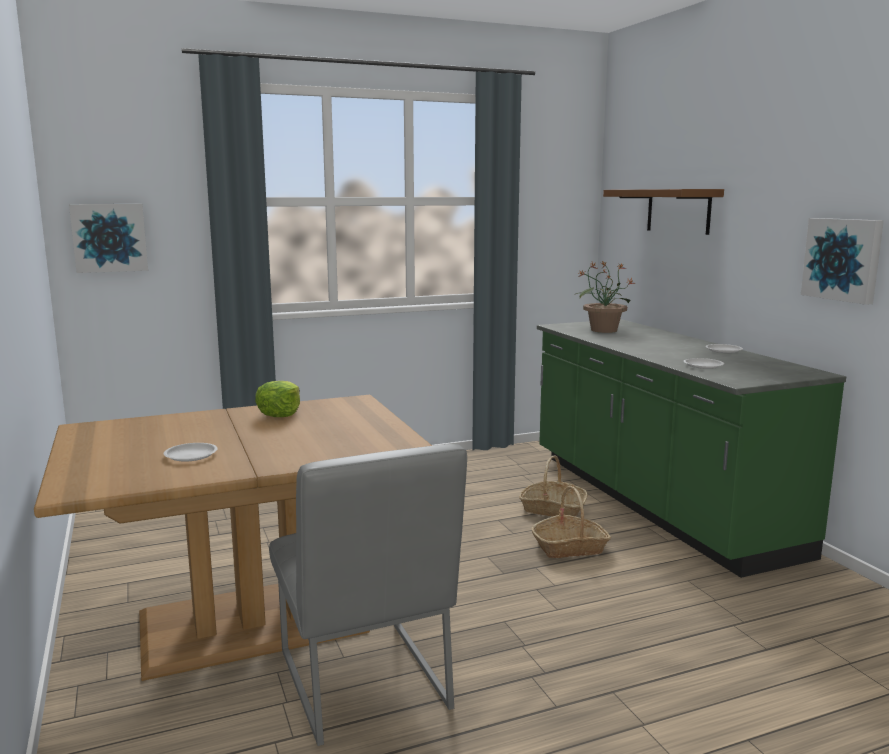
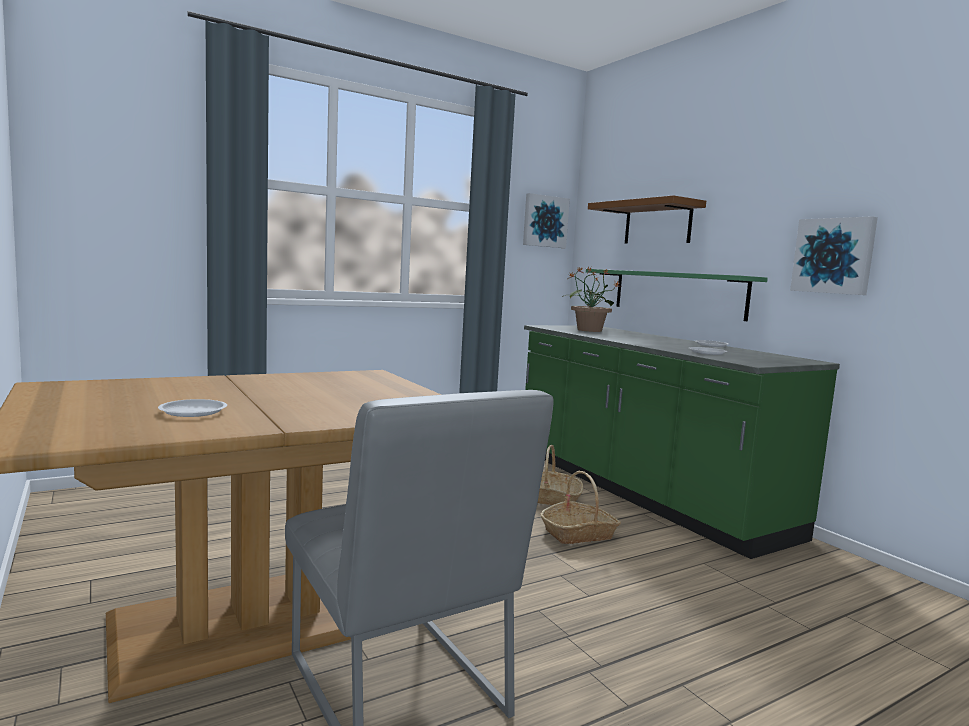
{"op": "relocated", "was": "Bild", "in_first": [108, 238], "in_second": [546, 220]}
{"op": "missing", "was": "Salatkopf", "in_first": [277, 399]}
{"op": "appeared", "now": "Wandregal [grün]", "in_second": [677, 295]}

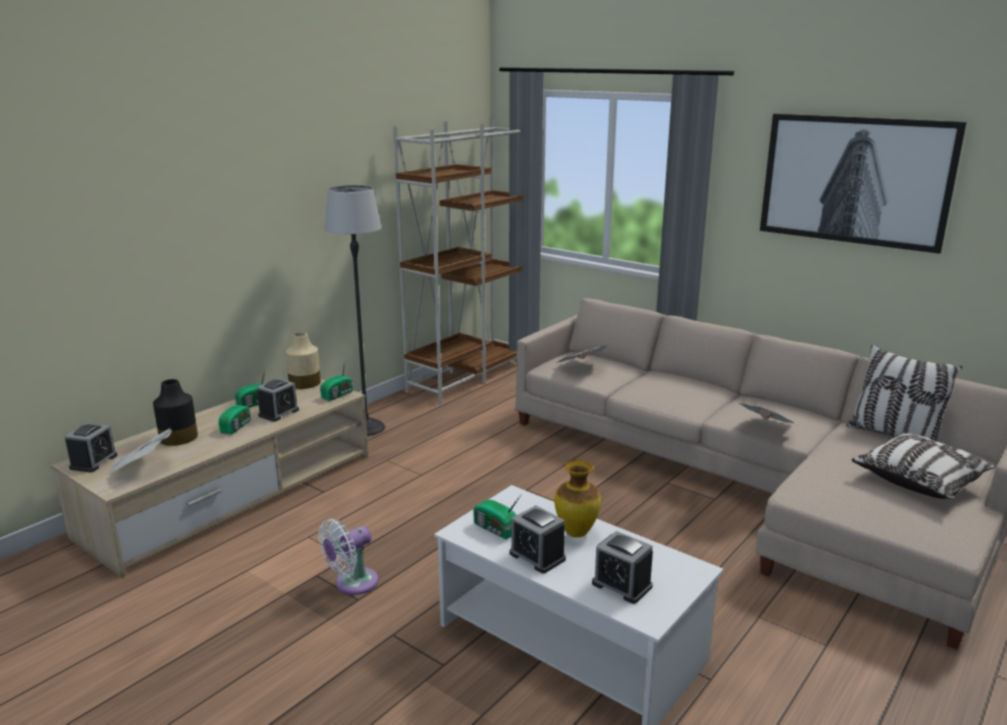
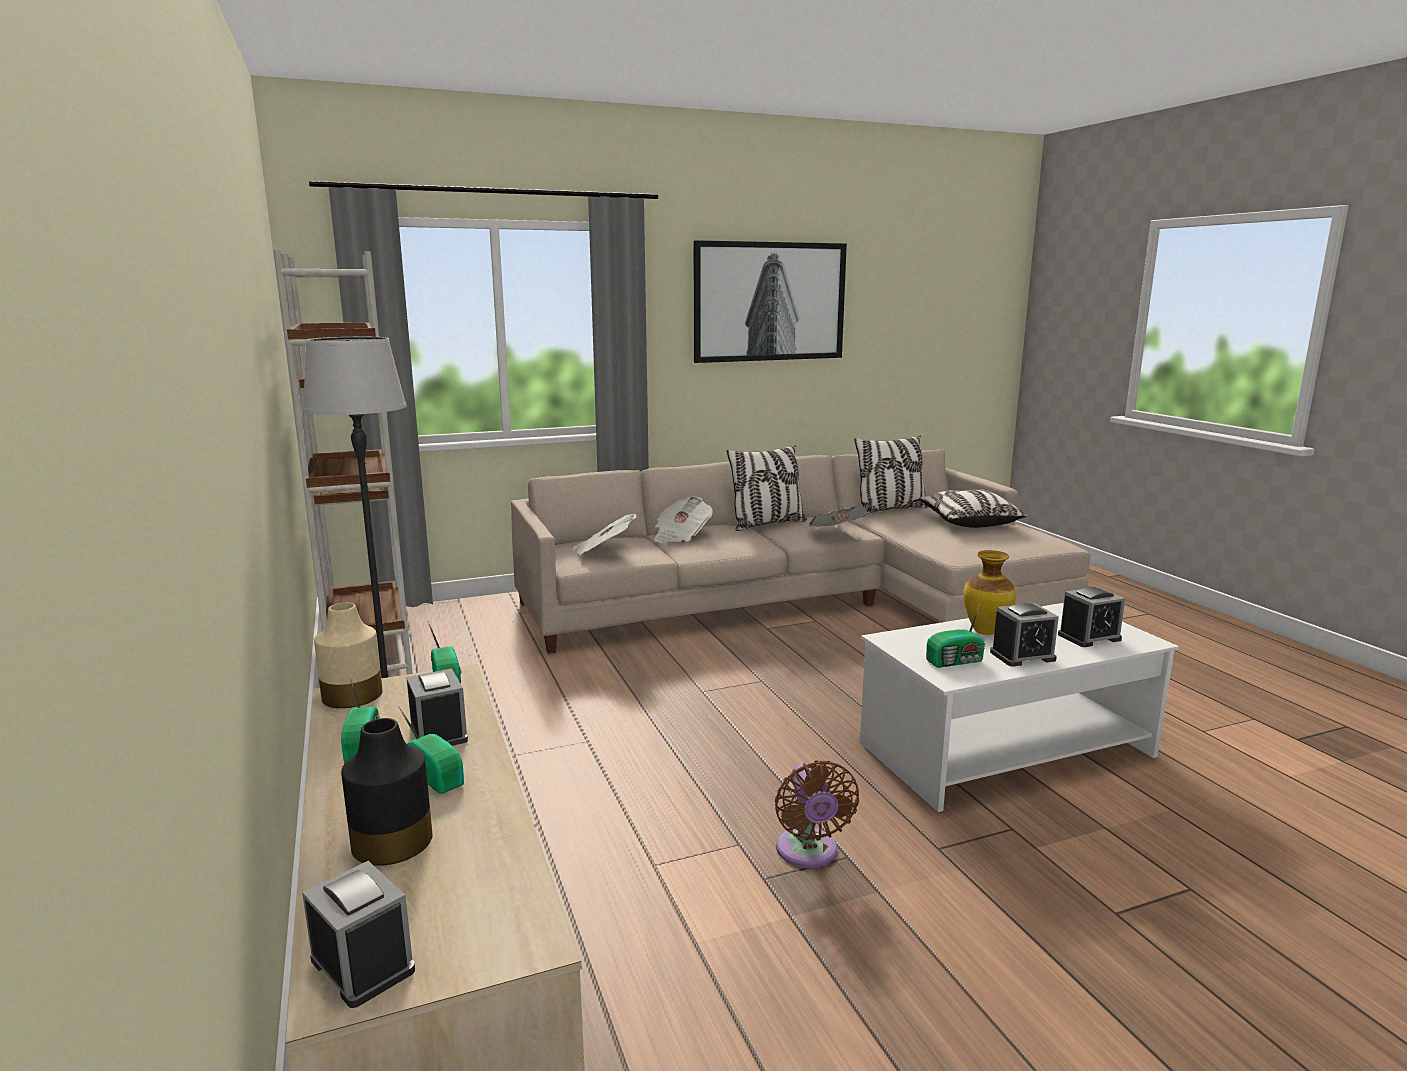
{"op": "relocated", "was": "Zeitung", "in_first": [140, 451], "in_second": [683, 519]}
{"op": "colour", "was": "Ventilator [weiß]", "now": "Ventilator [braun]", "in_first": [348, 557], "in_second": [817, 814]}
{"op": "appeared", "now": "Kissen", "in_second": [766, 488]}

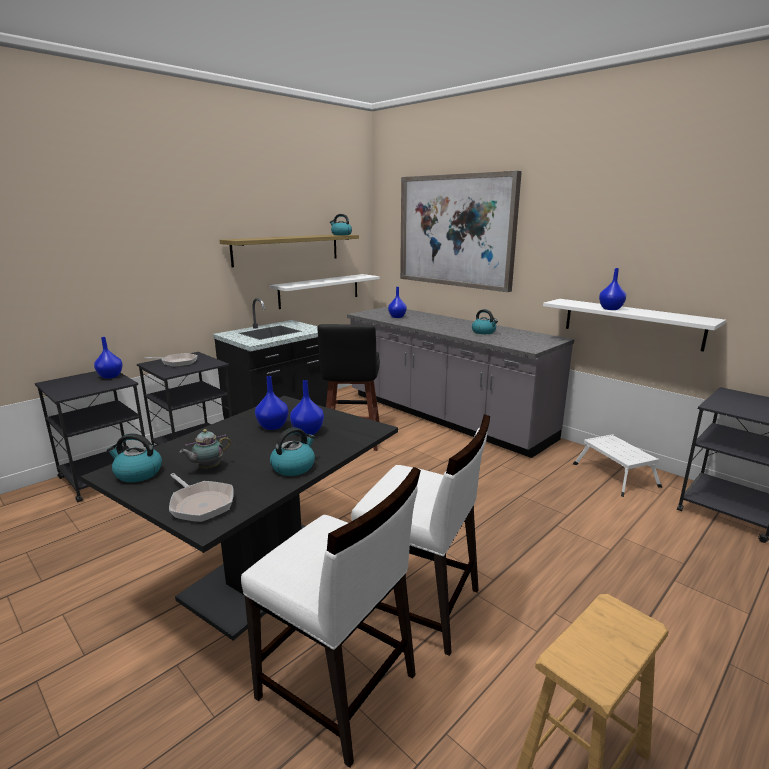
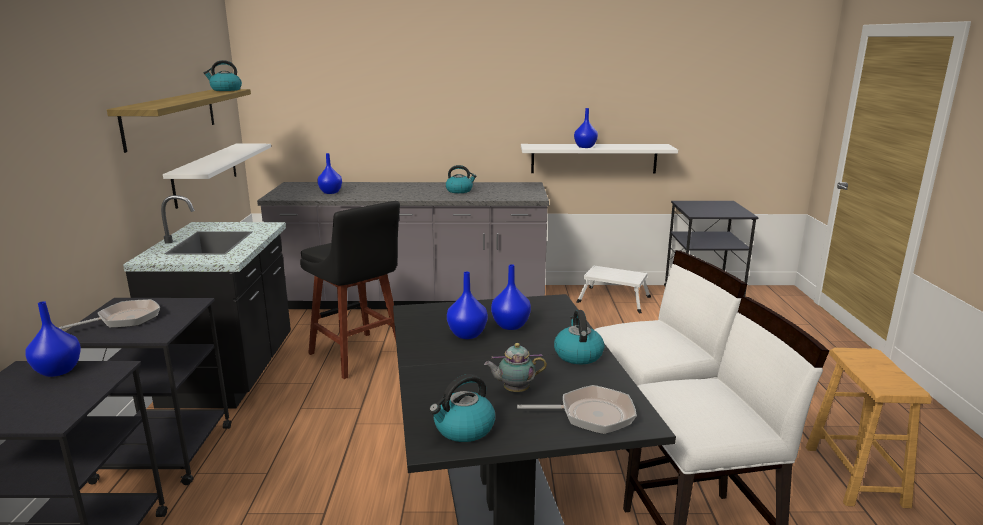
{"op": "spun", "was": "Teekanne", "in_first": [205, 449], "in_second": [515, 367], "clockwise": 75}
{"op": "missing", "was": "Bild", "in_first": [461, 231]}

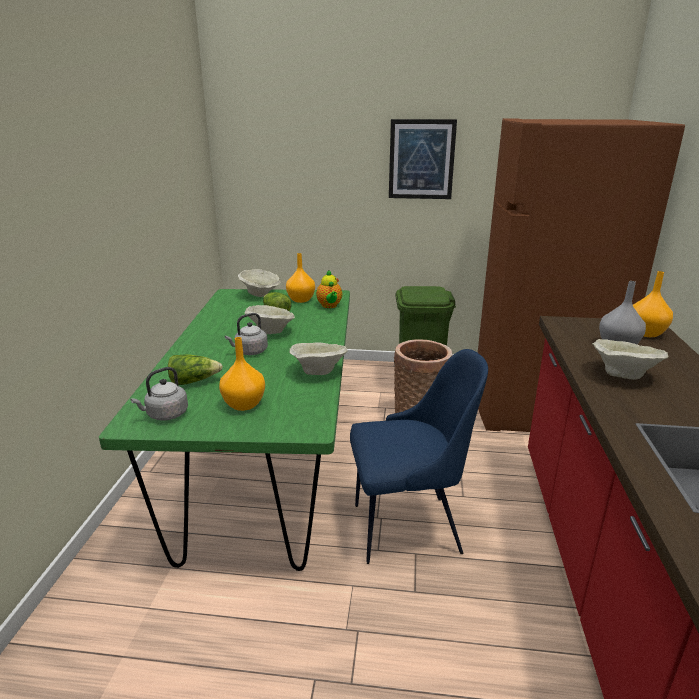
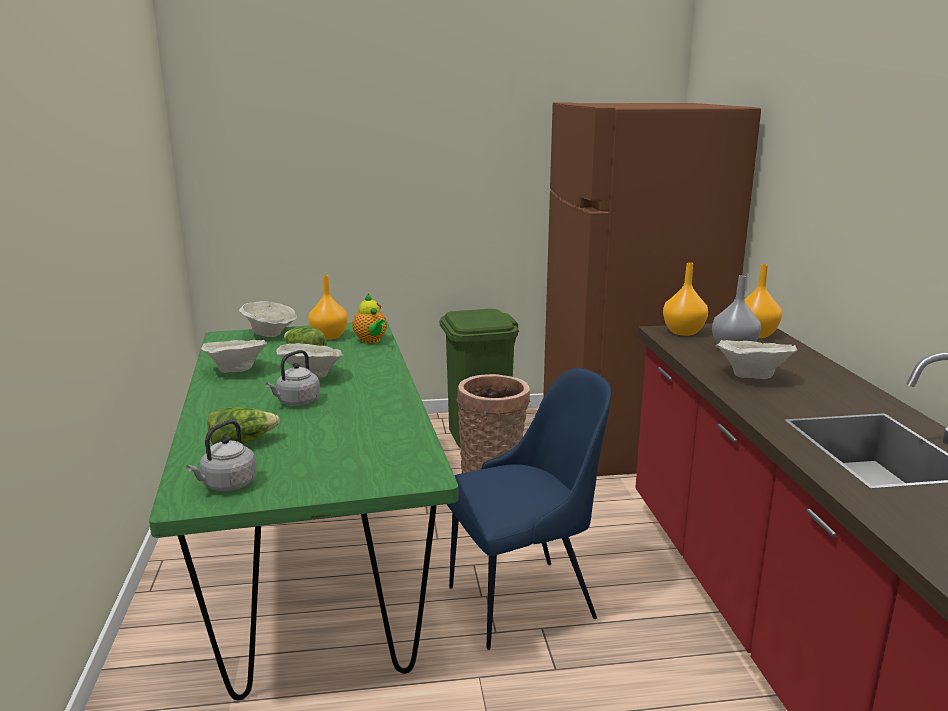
{"op": "relocated", "was": "Vase [orange]", "in_first": [242, 374], "in_second": [685, 299]}
{"op": "relocated", "was": "Schüssel [beige]", "in_first": [318, 358], "in_second": [234, 356]}
{"op": "missing", "was": "Bild", "in_first": [423, 159]}

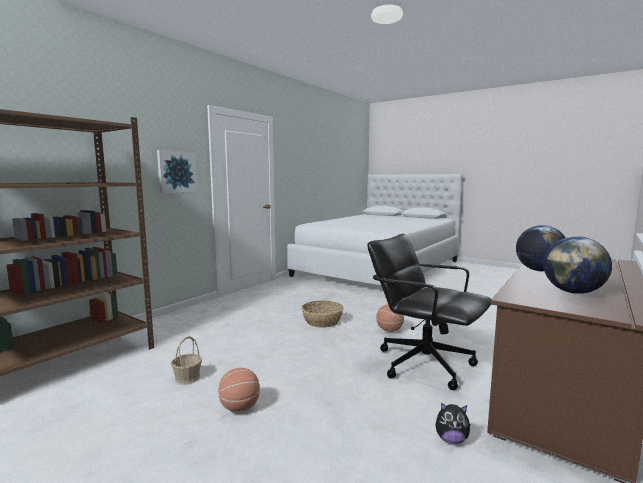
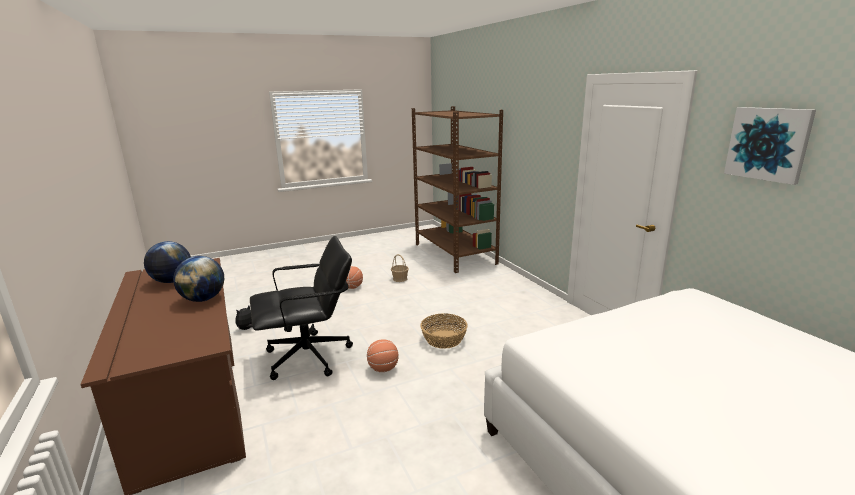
{"op": "relocated", "was": "Bild", "in_first": [177, 171], "in_second": [770, 146]}

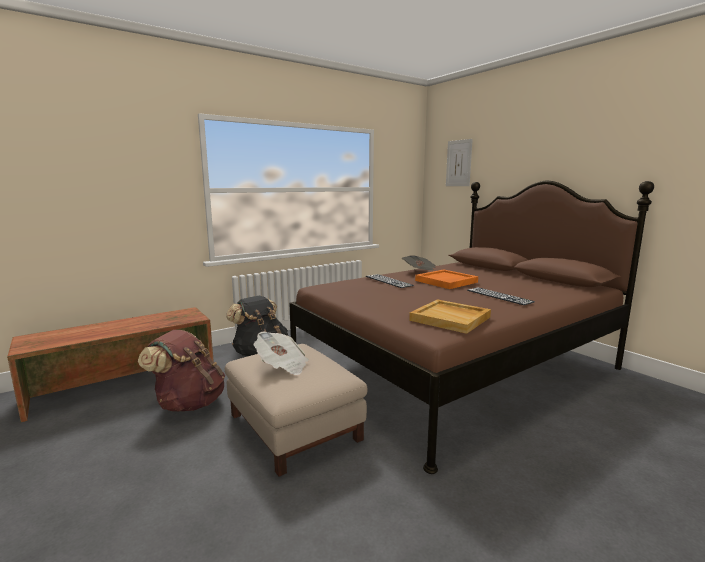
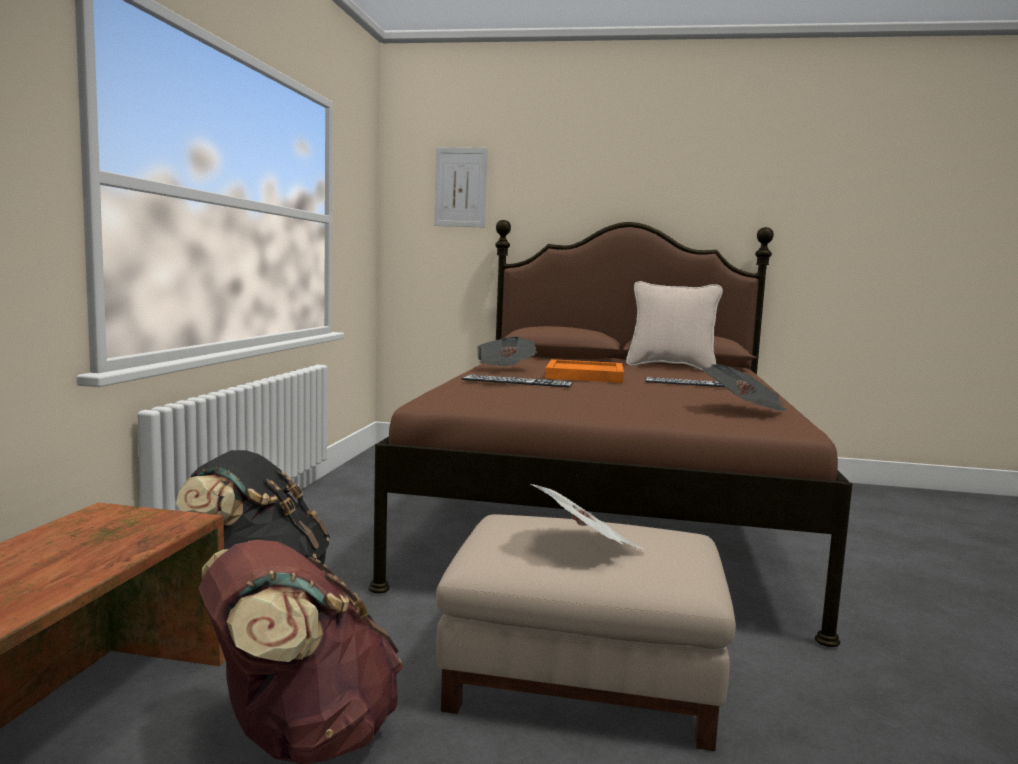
{"op": "exchanged", "was": "Tablett [beige]", "now": "Zeitung", "in_first": [450, 316], "in_second": [745, 387]}
{"op": "appeared", "now": "Kissen [beige]", "in_second": [674, 326]}

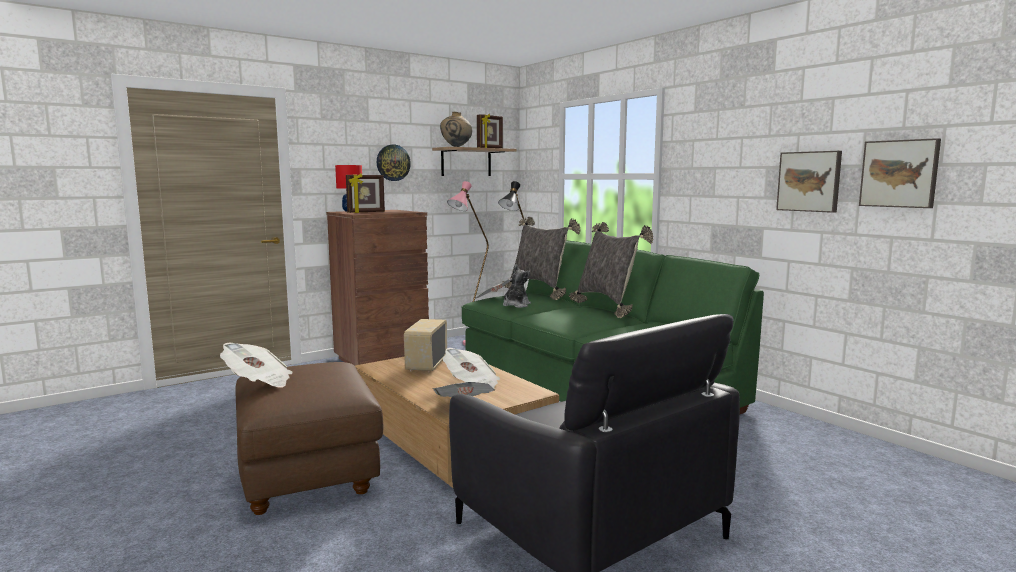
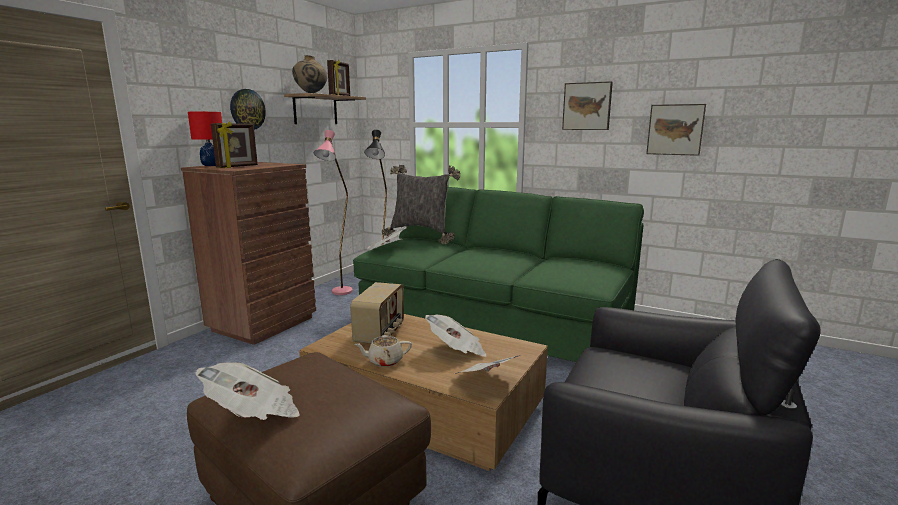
{"op": "spun", "was": "Radio", "in_first": [425, 345], "in_second": [377, 313], "clockwise": -150}
{"op": "missing", "was": "Plüschtier", "in_first": [517, 286]}
{"op": "missing", "was": "Kissen", "in_first": [611, 270]}
{"op": "relocated", "was": "Bild", "in_first": [900, 173], "in_second": [587, 105]}
{"op": "appeared", "now": "Teekanne [beige]", "in_second": [383, 351]}

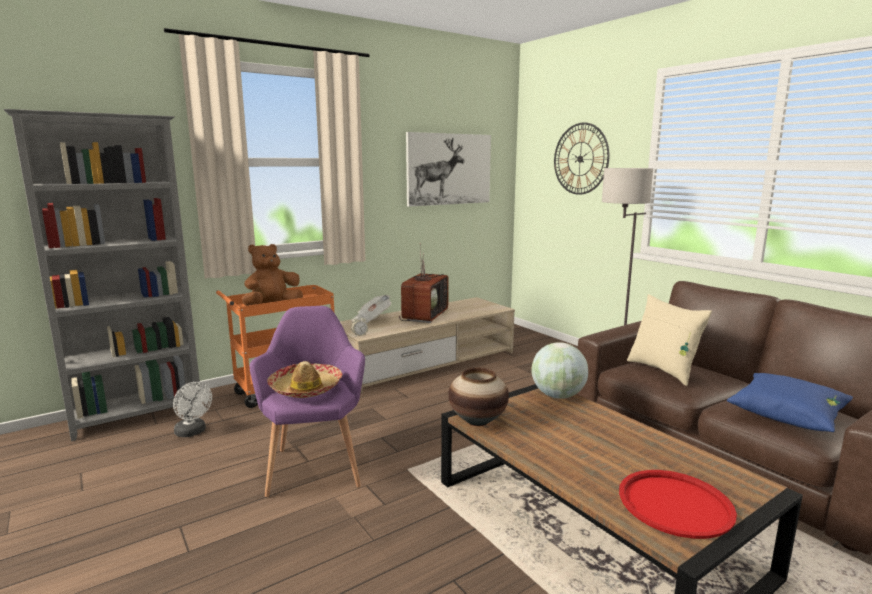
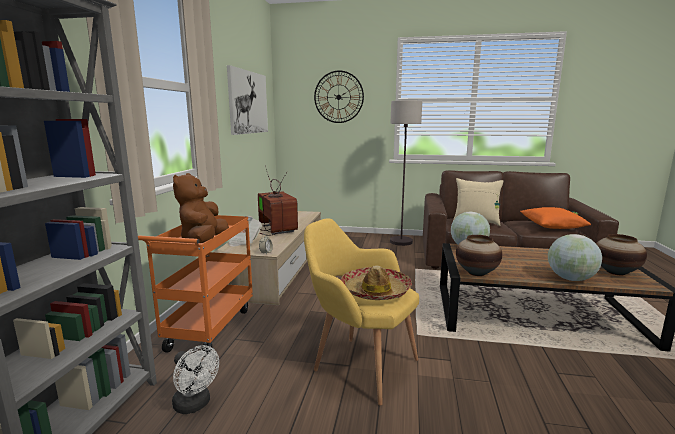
{"op": "spun", "was": "Ventilator [weiß]", "in_first": [192, 409], "in_second": [195, 379], "clockwise": 45}
{"op": "colour", "was": "Sessel [lila]", "now": "Sessel [gelb]", "in_first": [307, 401], "in_second": [361, 312]}
{"op": "exchanged", "was": "Tablett [rot]", "now": "Vase", "in_first": [678, 504], "in_second": [621, 254]}
{"op": "colour", "was": "Kissen [blau]", "now": "Kissen [orange]", "in_first": [790, 402], "in_second": [555, 218]}
{"op": "appeared", "now": "Globus", "in_second": [575, 257]}

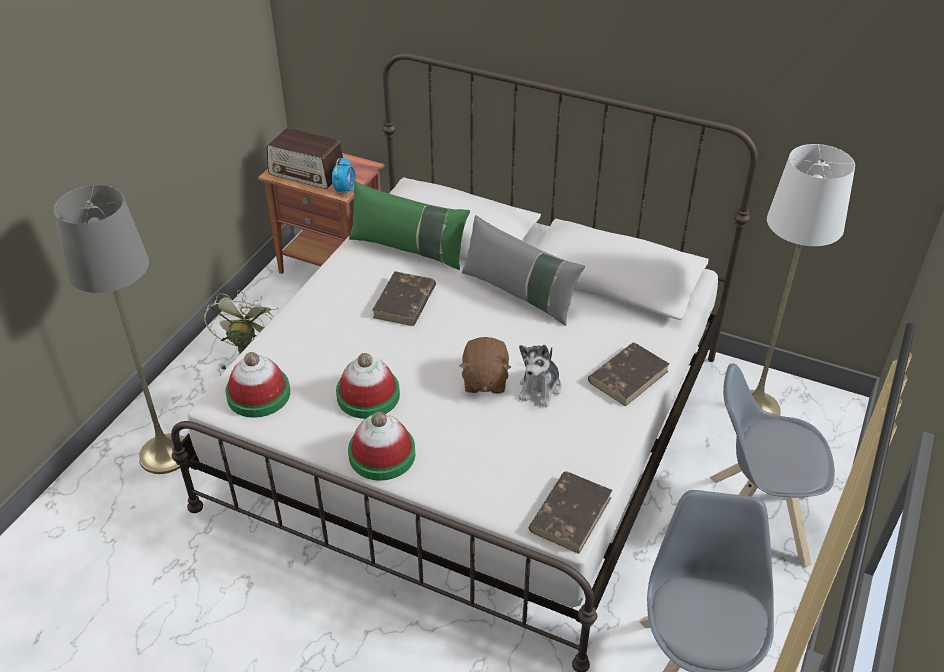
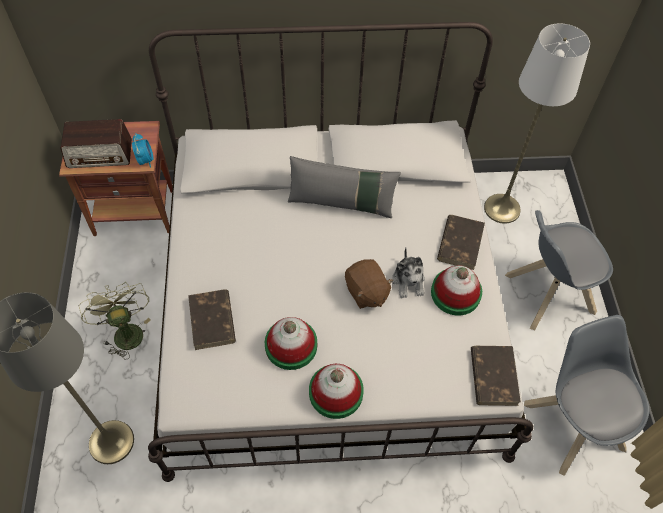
{"op": "relocated", "was": "Hut", "in_first": [257, 385], "in_second": [456, 290]}
{"op": "missing", "was": "Kissen [grün]", "in_first": [409, 225]}
{"op": "relocated", "was": "Buch [braun]", "in_first": [404, 298], "in_second": [212, 319]}

